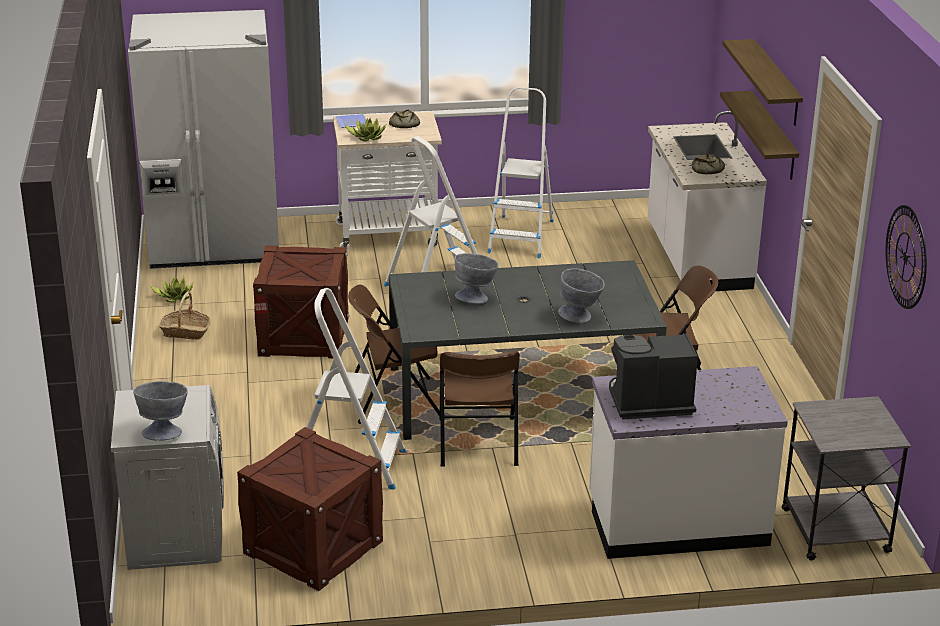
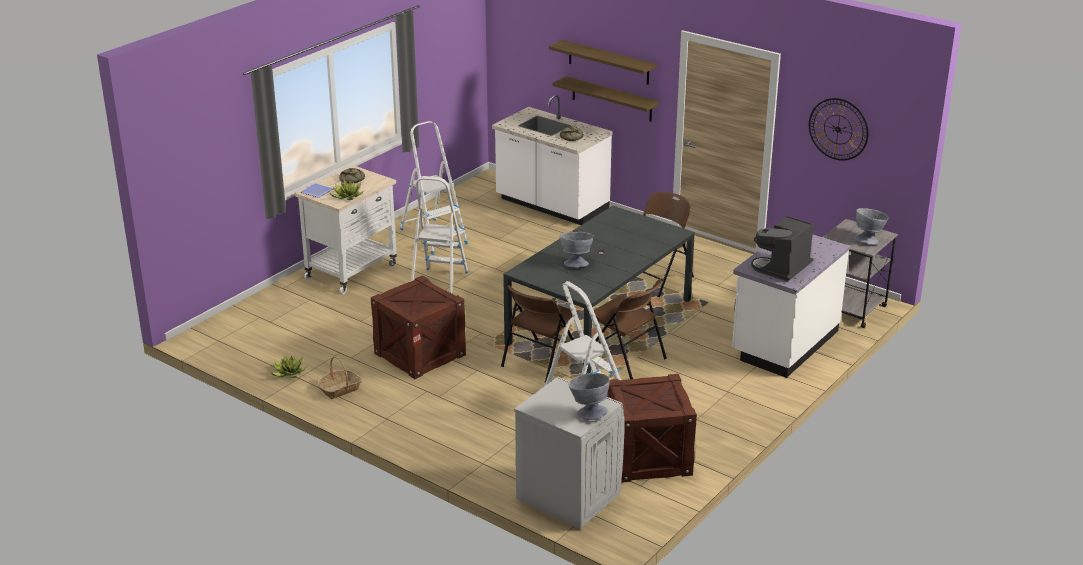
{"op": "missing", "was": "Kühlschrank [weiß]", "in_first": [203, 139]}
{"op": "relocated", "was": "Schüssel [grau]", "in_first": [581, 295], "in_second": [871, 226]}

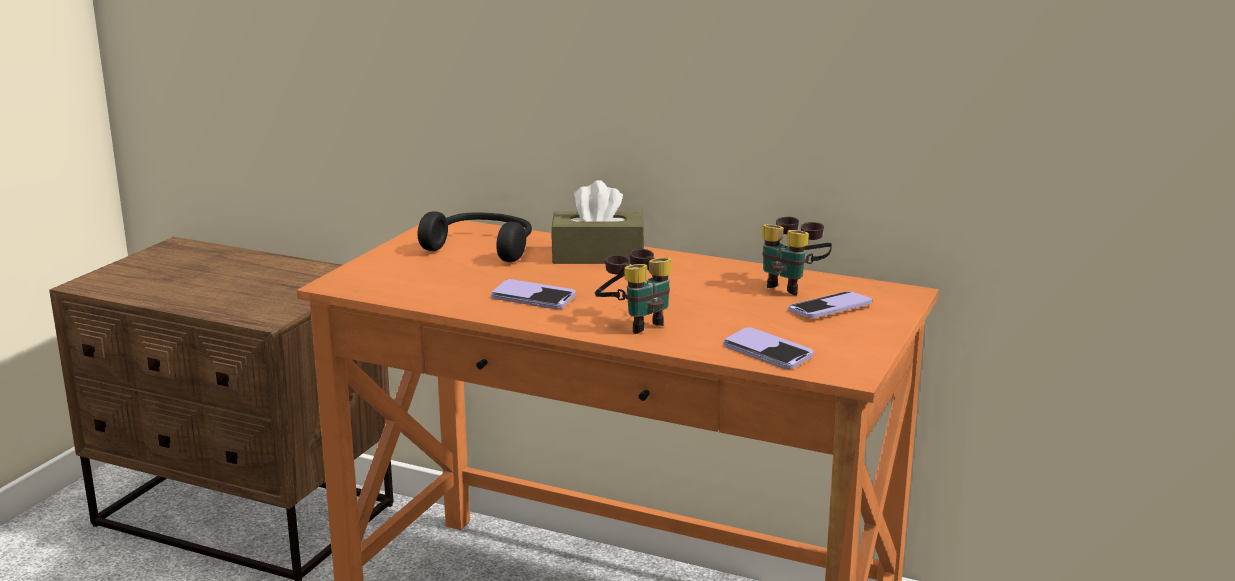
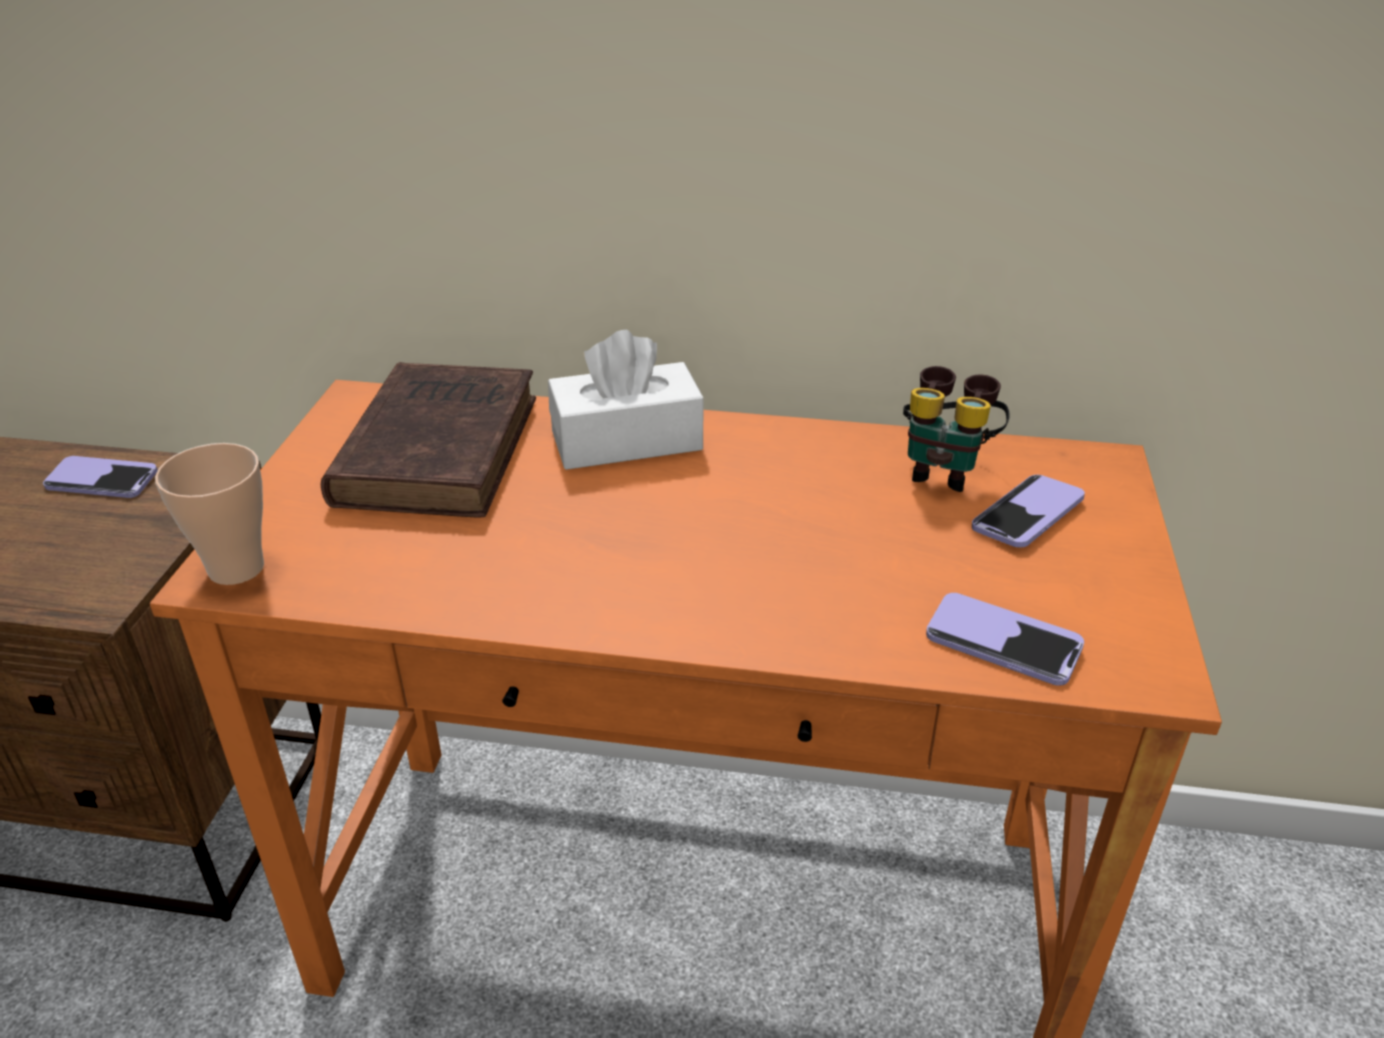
{"op": "exchanged", "was": "Kopfhörer [schwarz]", "now": "Buch [braun]", "in_first": [475, 236], "in_second": [428, 439]}
{"op": "relocated", "was": "Handy", "in_first": [533, 294], "in_second": [100, 477]}
{"op": "colour", "was": "Taschentuchbox [braun]", "now": "Taschentuchbox [weiß]", "in_first": [598, 222], "in_second": [626, 400]}
{"op": "missing", "was": "Fernglas", "in_first": [633, 291]}
{"op": "appeared", "now": "Tasse", "in_second": [209, 514]}

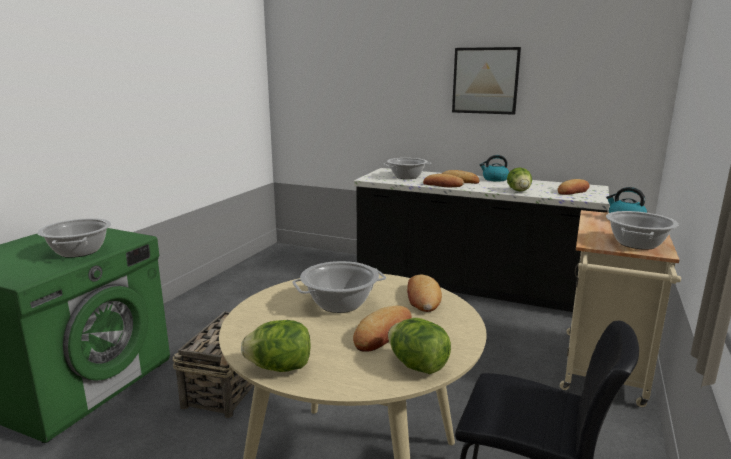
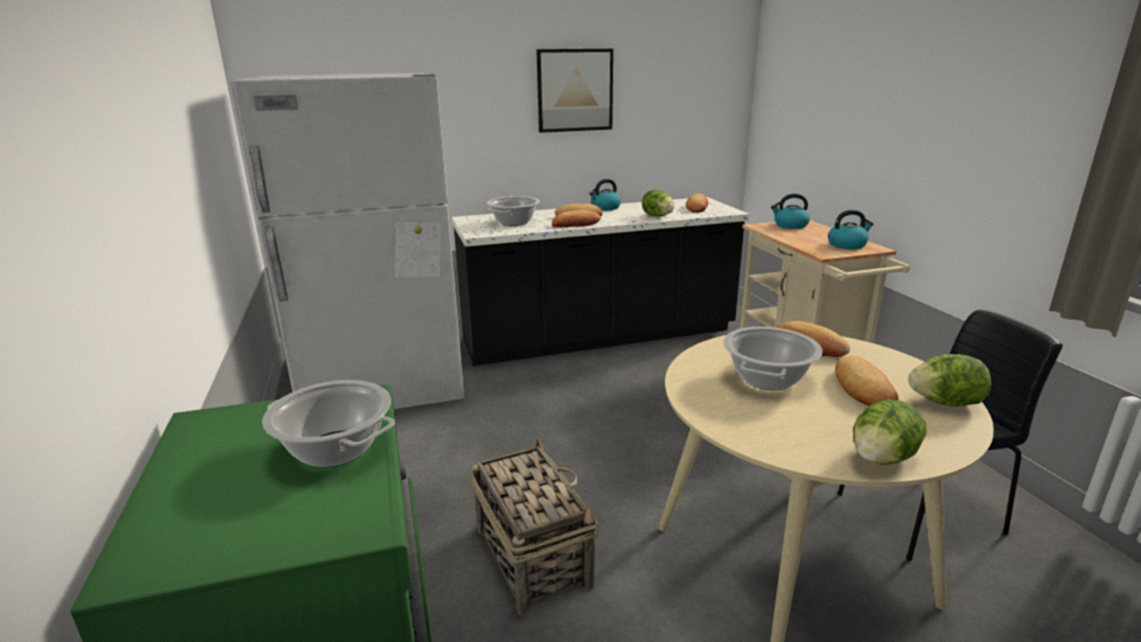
{"op": "exchanged", "was": "Kochtopf", "now": "Wasserkessel", "in_first": [642, 230], "in_second": [851, 230]}
{"op": "appeared", "now": "Kühlschrank [weiß]", "in_second": [347, 241]}

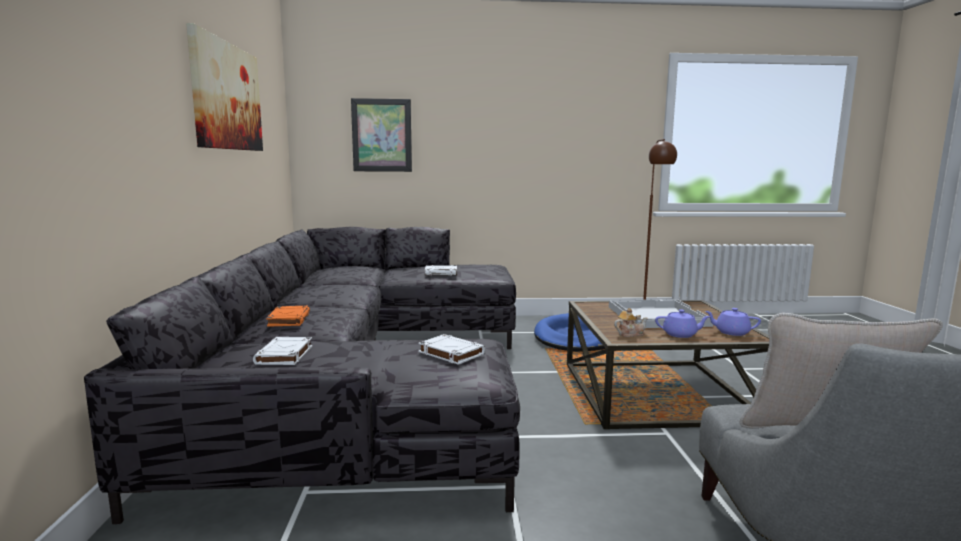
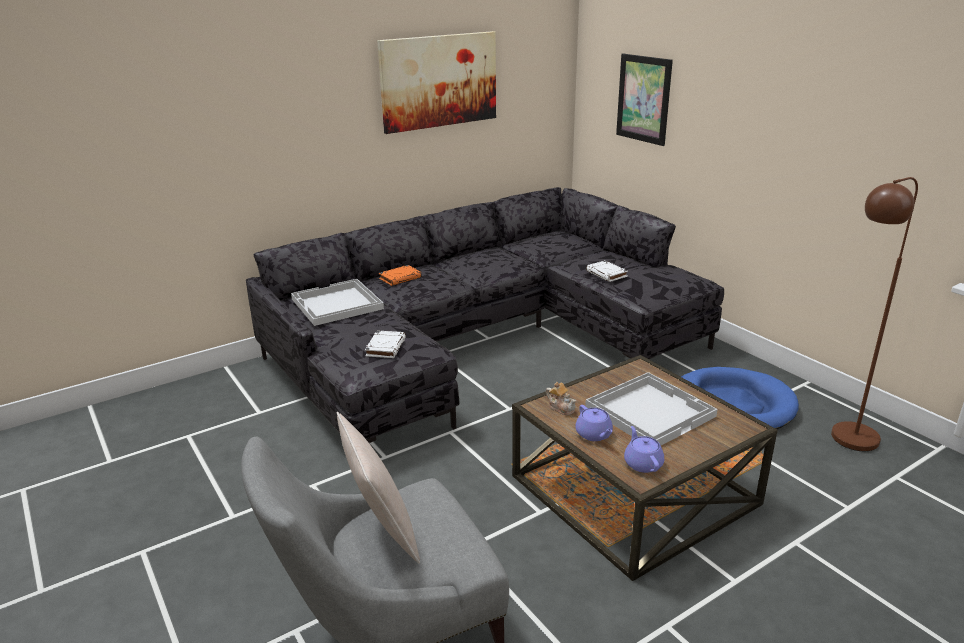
{"op": "exchanged", "was": "Buch [weiß]", "now": "Tablett [weiß]", "in_first": [283, 351], "in_second": [337, 302]}

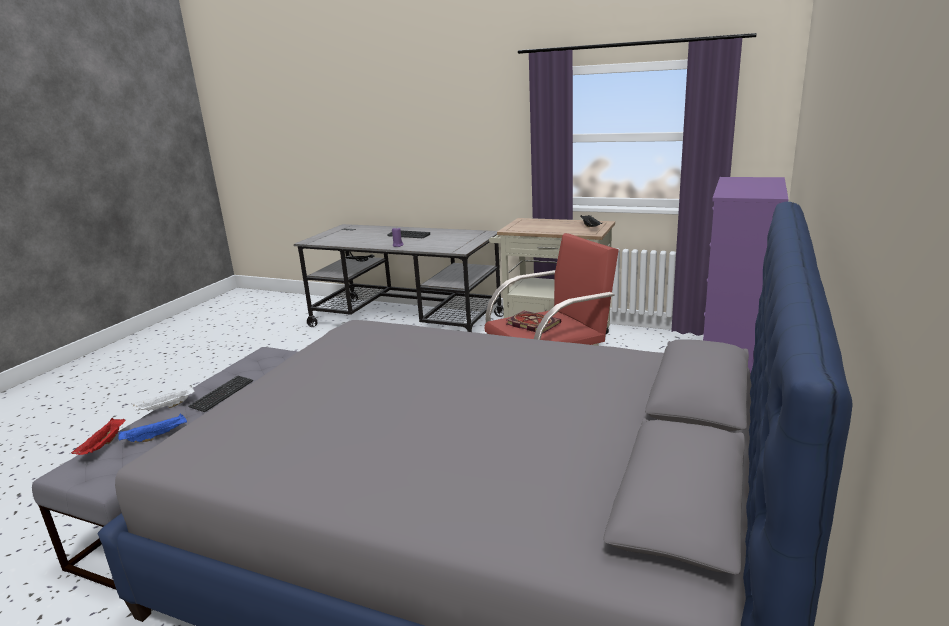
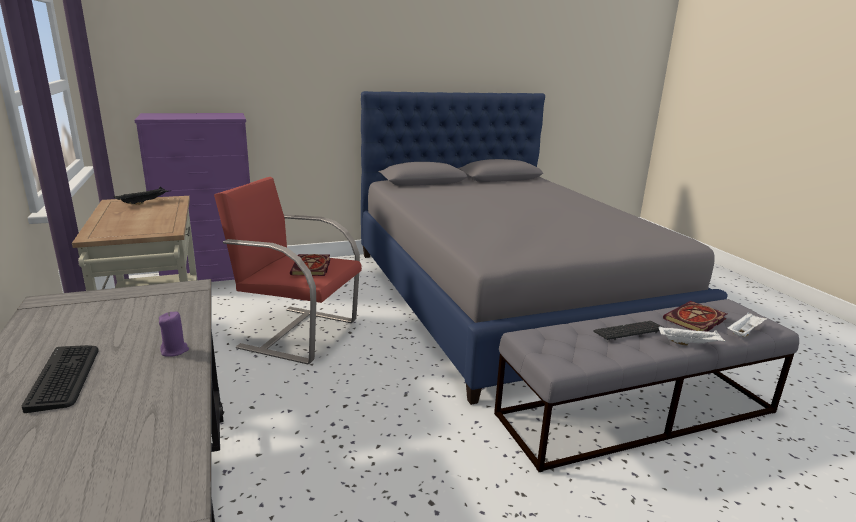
{"op": "colour", "was": "Tablett [rot]", "now": "Tablett [weiß]", "in_first": [98, 436], "in_second": [747, 324]}
{"op": "exchanged", "was": "Tablett [blau]", "now": "Buch", "in_first": [152, 428], "in_second": [695, 316]}

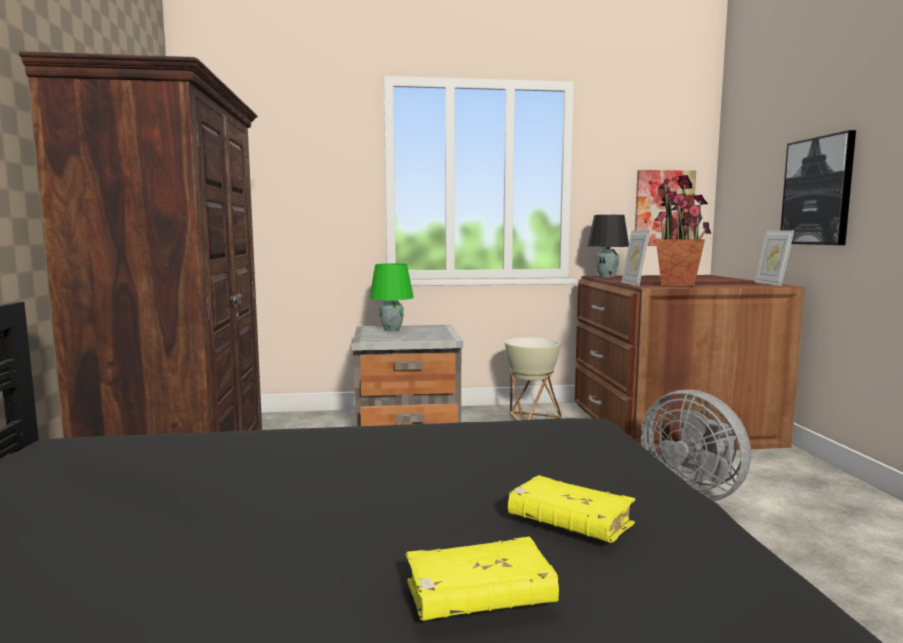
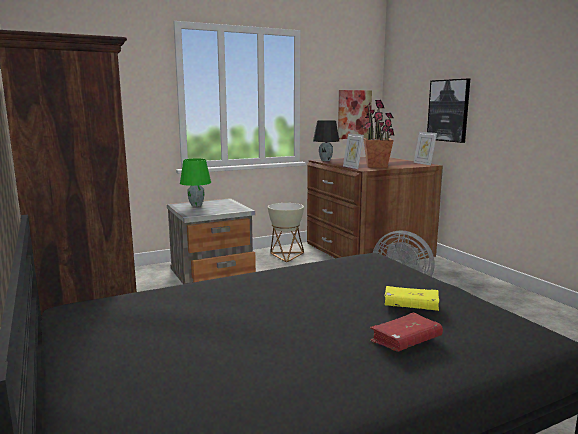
{"op": "colour", "was": "Buch [gelb]", "now": "Buch [rot]", "in_first": [482, 579], "in_second": [406, 331]}

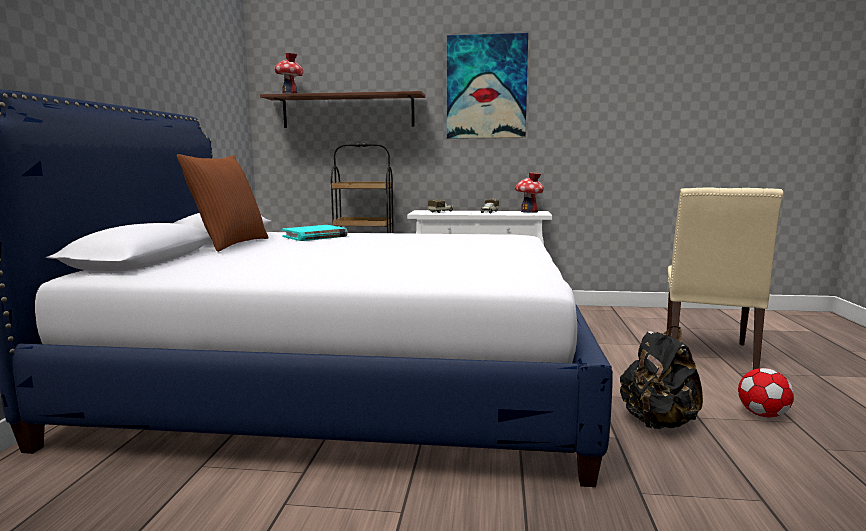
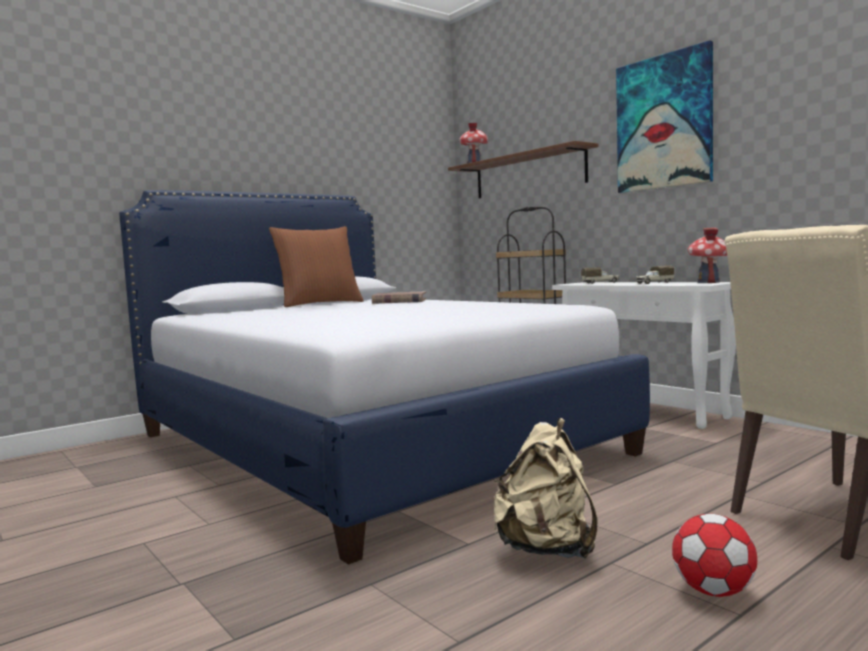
{"op": "colour", "was": "Buch [türkis]", "now": "Buch [braun]", "in_first": [315, 233], "in_second": [399, 297]}
{"op": "colour", "was": "Rucksack [schwarz]", "now": "Rucksack [beige]", "in_first": [661, 377], "in_second": [545, 488]}

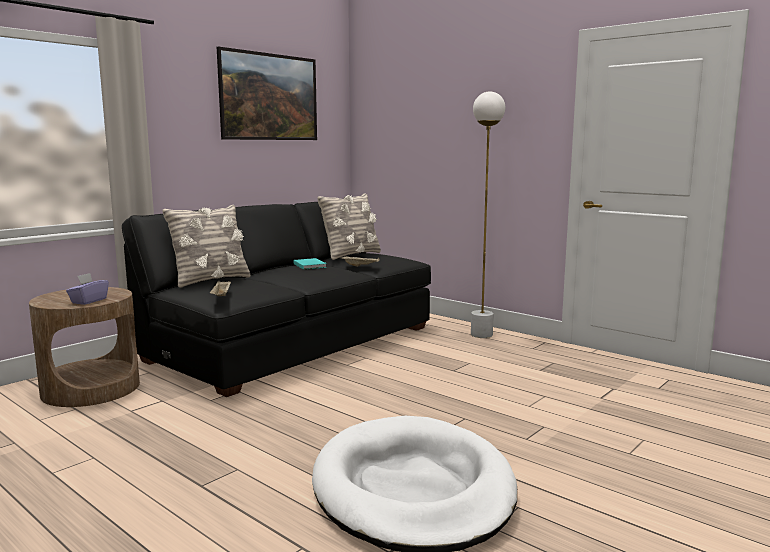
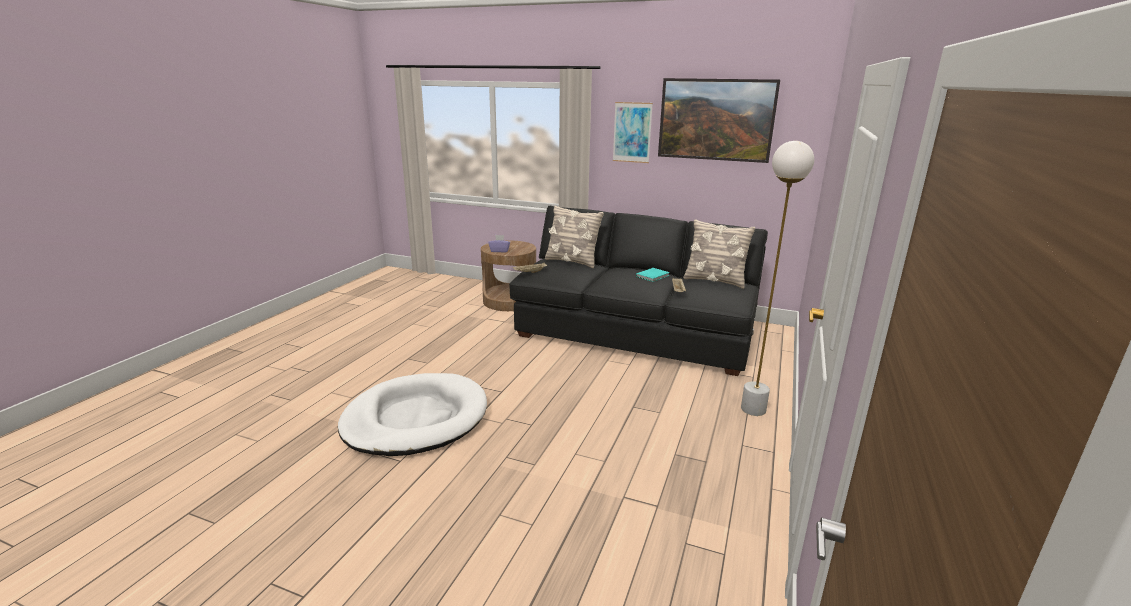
{"op": "appeared", "now": "Bild", "in_second": [633, 132]}

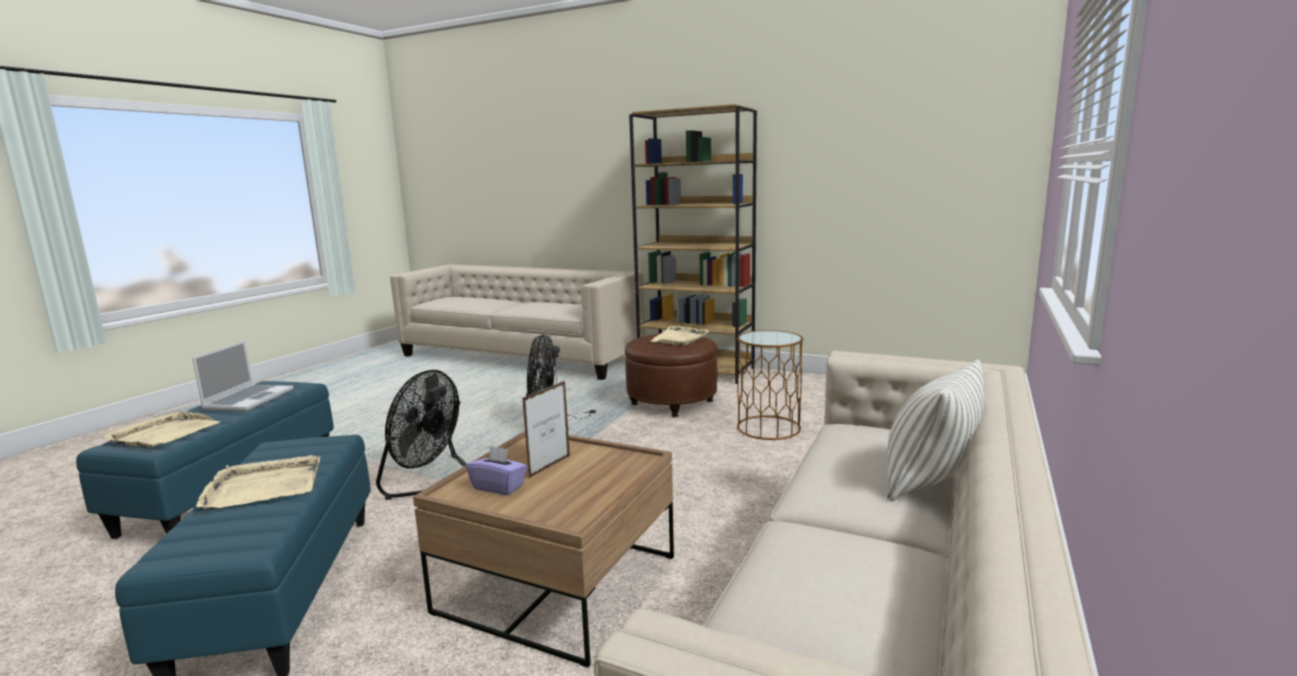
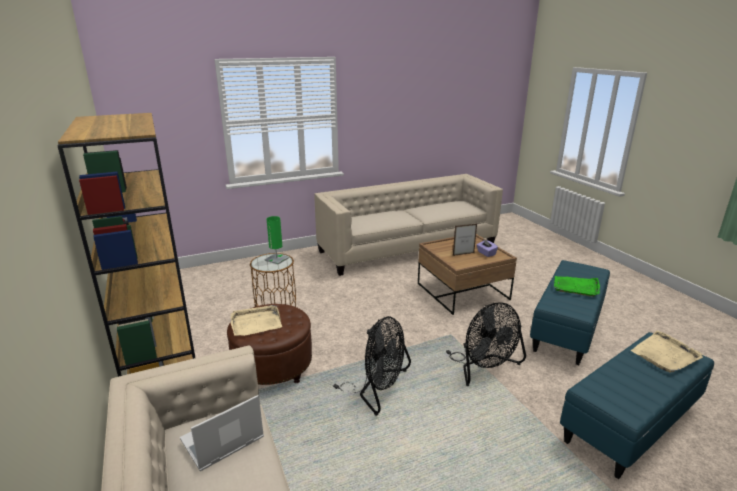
{"op": "relocated", "was": "Laptop", "in_first": [242, 376], "in_second": [222, 433]}
{"op": "colour", "was": "Tablett [beige]", "now": "Tablett [grün]", "in_first": [258, 482], "in_second": [577, 286]}
{"op": "missing", "was": "Kissen", "in_first": [935, 430]}
{"op": "appeared", "now": "Tischlampe [grün]", "in_second": [276, 240]}

